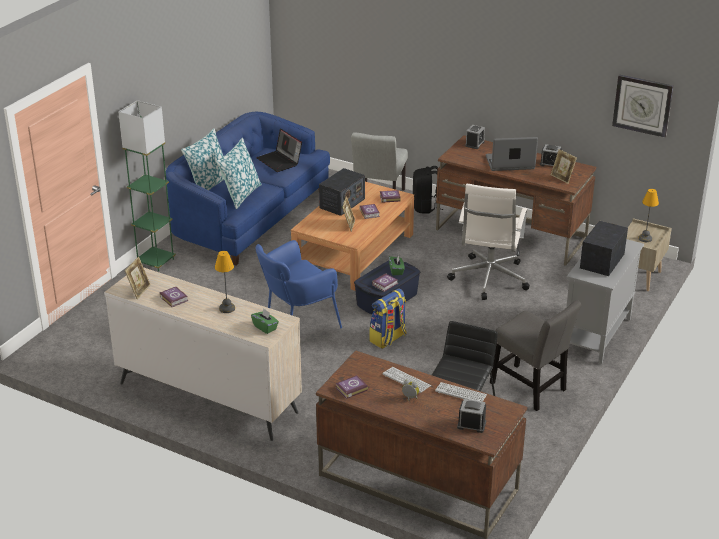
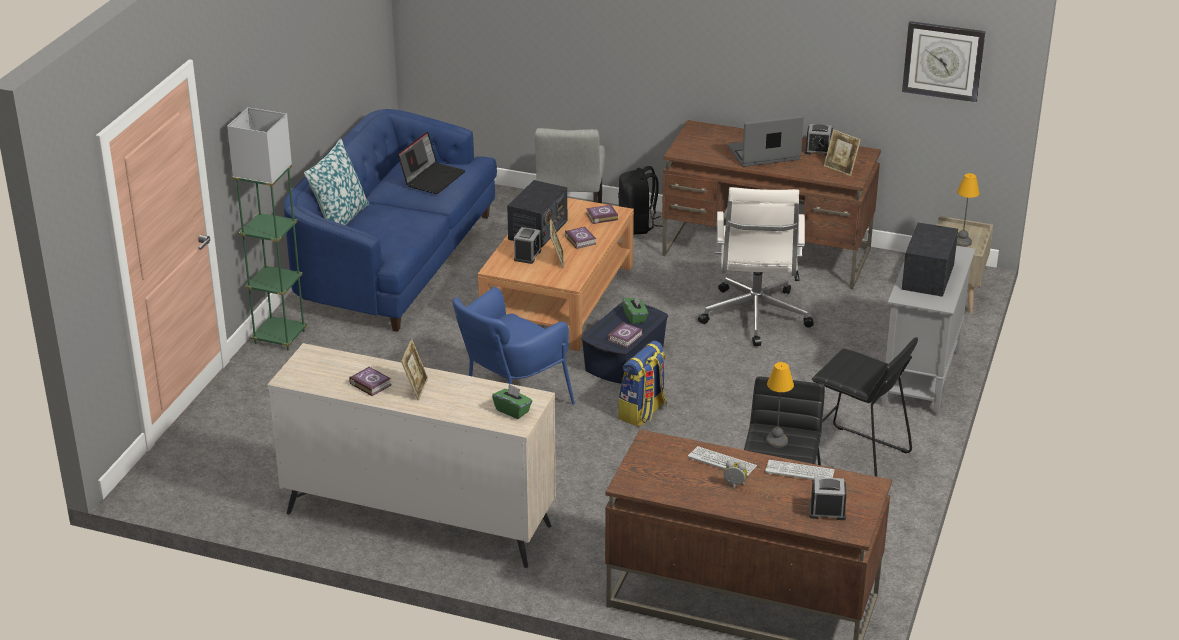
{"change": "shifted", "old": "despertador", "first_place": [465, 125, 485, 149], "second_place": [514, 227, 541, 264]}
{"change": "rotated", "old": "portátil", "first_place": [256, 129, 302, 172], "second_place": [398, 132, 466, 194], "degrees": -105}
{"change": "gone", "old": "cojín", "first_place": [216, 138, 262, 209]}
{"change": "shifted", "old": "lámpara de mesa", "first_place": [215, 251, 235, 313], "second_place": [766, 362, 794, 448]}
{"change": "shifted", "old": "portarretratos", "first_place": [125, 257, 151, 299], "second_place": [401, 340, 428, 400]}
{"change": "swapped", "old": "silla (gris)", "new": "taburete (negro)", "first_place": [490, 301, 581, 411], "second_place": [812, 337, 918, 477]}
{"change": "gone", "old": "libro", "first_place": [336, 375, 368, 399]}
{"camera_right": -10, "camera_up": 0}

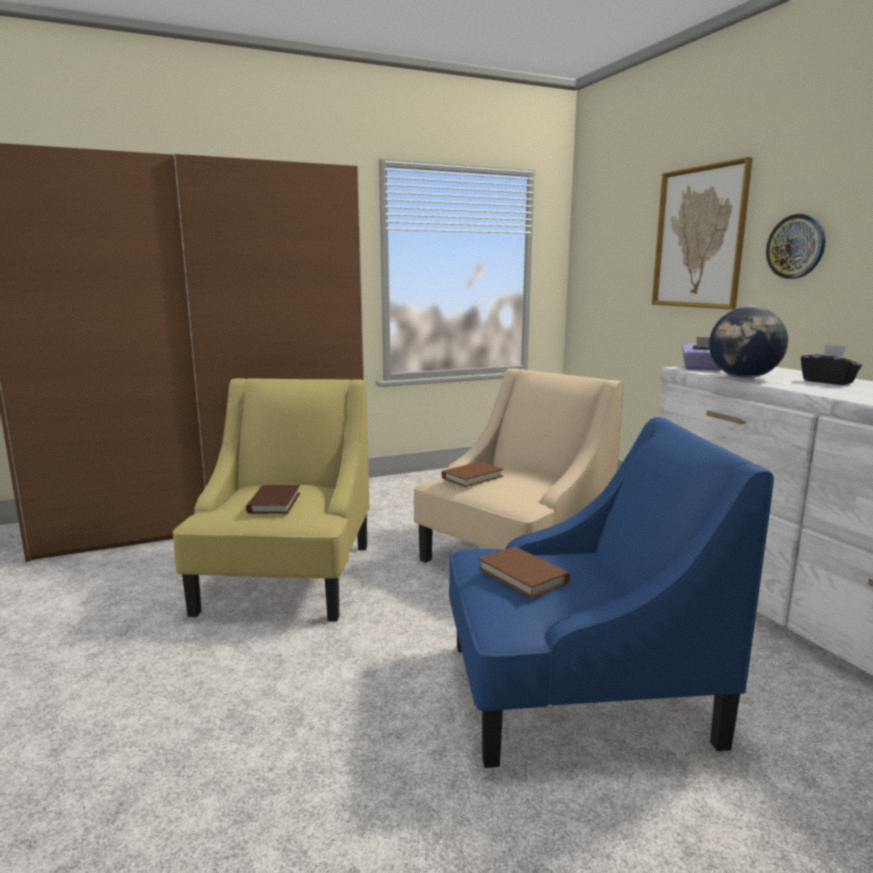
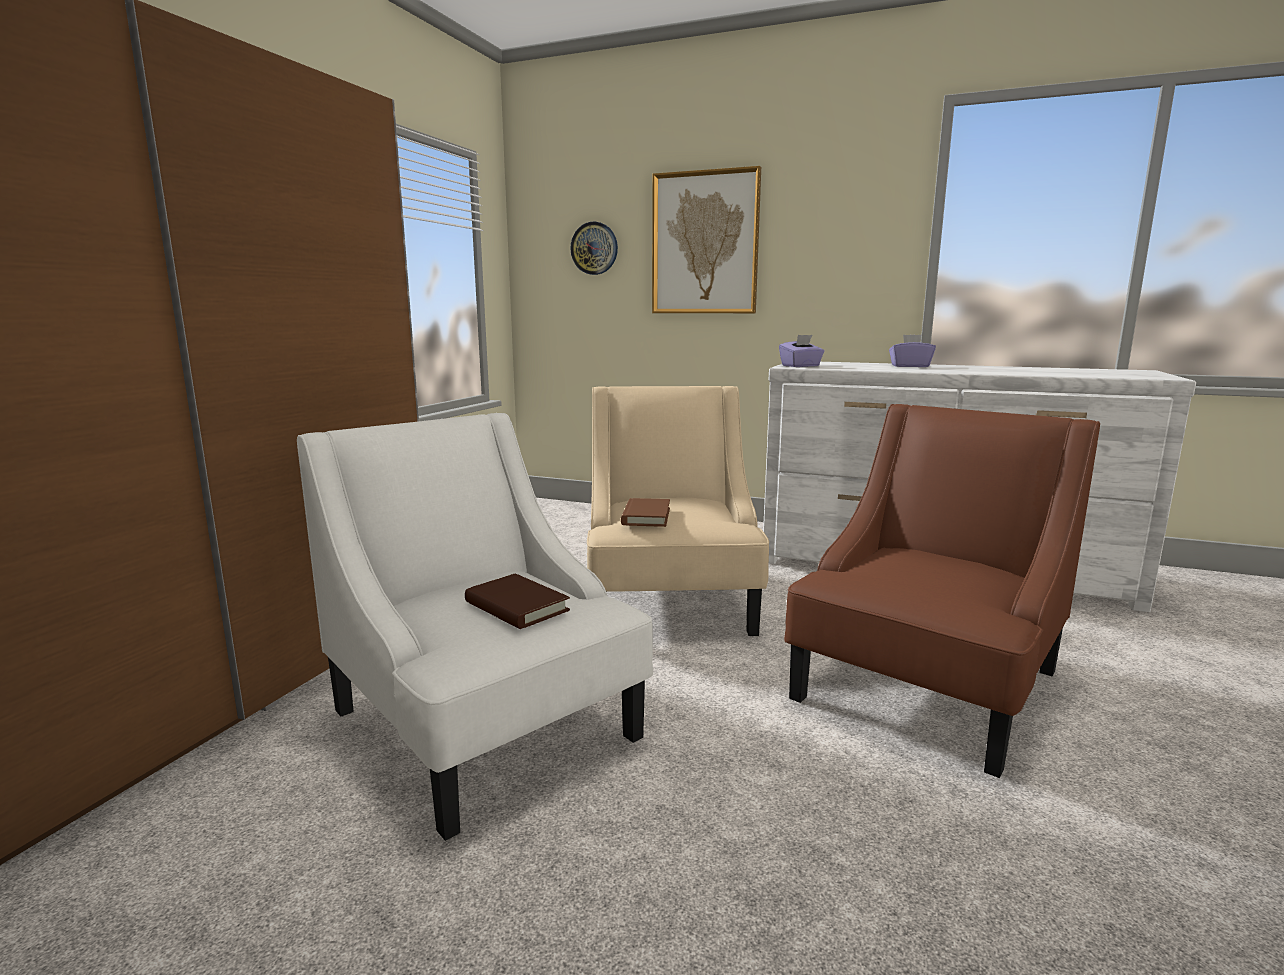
{"change": "shifted", "old": "reloj de pared", "first_place": [766, 214, 826, 279], "second_place": [570, 222, 618, 275]}
{"change": "gone", "old": "globo terráqueo", "first_place": [709, 306, 788, 378]}
{"change": "repainted", "old": "caja de pañuelos (negro)", "new": "caja de pañuelos (morado)", "first_place": [801, 345, 862, 385], "second_place": [889, 335, 936, 367]}
{"change": "repainted", "old": "sillón (amarillo)", "new": "sillón (blanco)", "first_place": [173, 378, 370, 621], "second_place": [297, 413, 653, 841]}
{"change": "repainted", "old": "sillón (azul)", "new": "sillón (marrón)", "first_place": [449, 417, 774, 768], "second_place": [784, 404, 1100, 778]}
{"change": "gone", "old": "libro (marrón)", "first_place": [478, 547, 570, 599]}
{"camera_right": -45, "camera_up": 0}

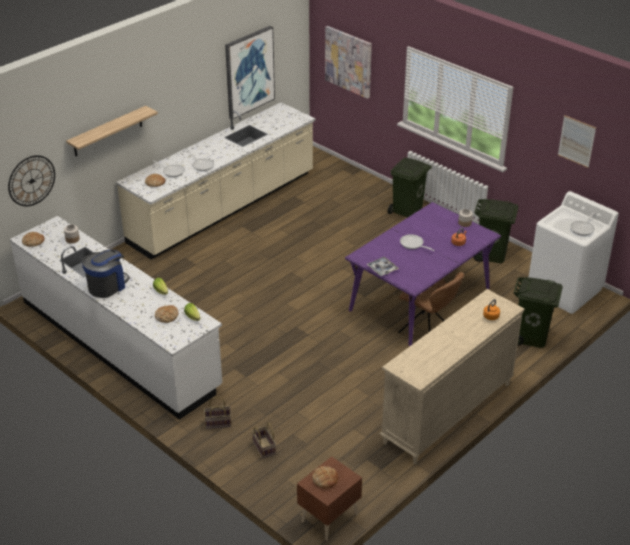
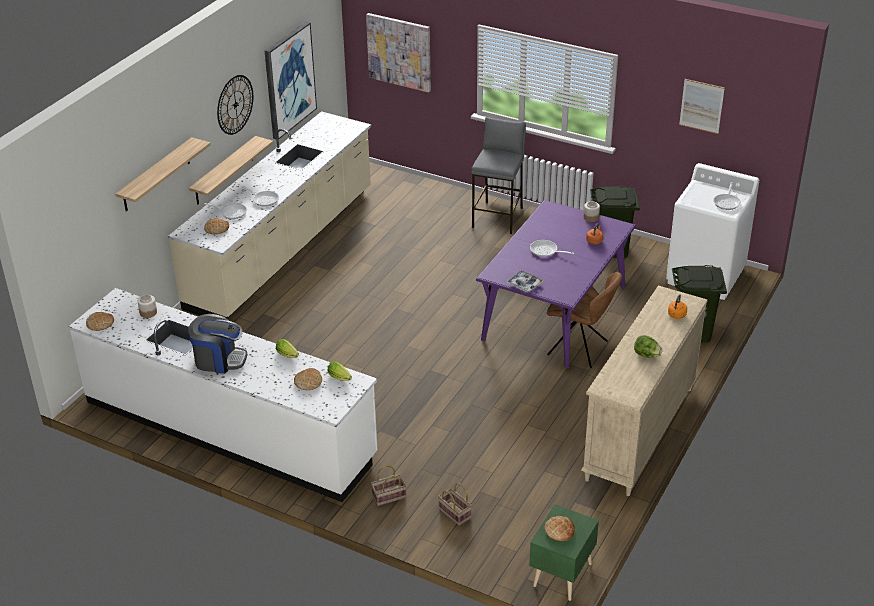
{"change": "shifted", "old": "reloj de pared", "first_place": [8, 155, 55, 206], "second_place": [217, 75, 253, 135]}
{"change": "swapped", "old": "papelera (verde)", "new": "taburete (gris)", "first_place": [388, 157, 432, 217], "second_place": [471, 117, 526, 234]}
{"change": "rotated", "old": "cafetera", "first_place": [82, 250, 129, 298], "second_place": [188, 314, 247, 374], "degrees": 75}
{"change": "repainted", "old": "mesita de noche (marrón)", "new": "mesita de noche (verde)", "first_place": [297, 456, 362, 541], "second_place": [529, 504, 599, 601]}
{"change": "new", "new": "estante", "second_place": [189, 136, 273, 204]}
{"change": "new", "new": "lechuga", "second_place": [634, 336, 662, 358]}
{"camera_right": -15, "camera_up": 0}

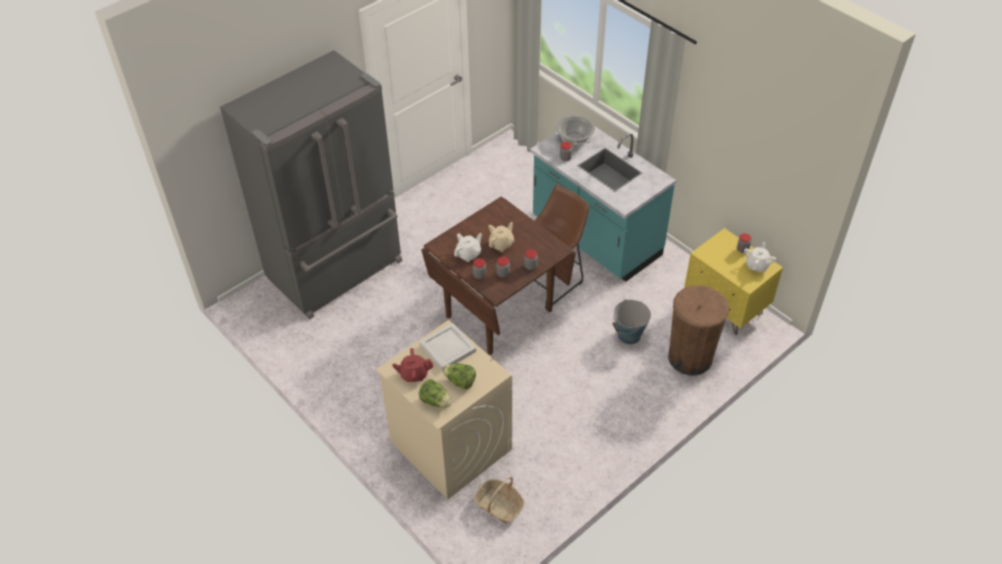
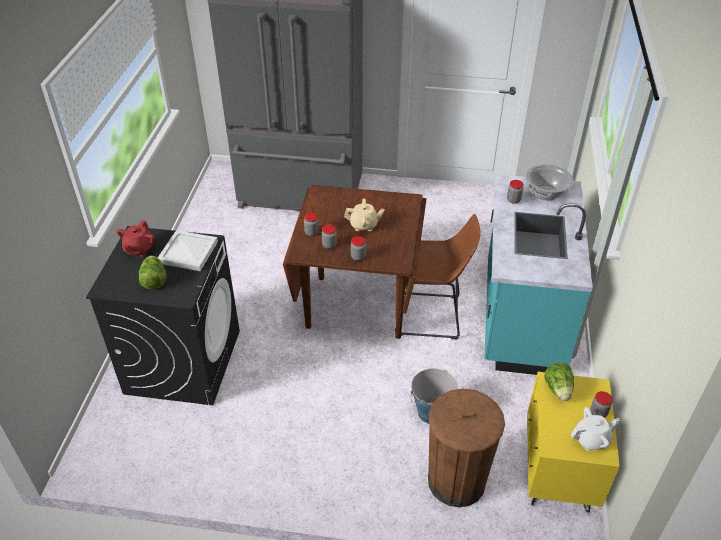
{"change": "gone", "old": "tetera (blanco)", "first_place": [454, 233, 482, 262]}
{"change": "repainted", "old": "lavadora (beis)", "new": "lavadora (negro)", "first_place": [376, 320, 512, 500], "second_place": [86, 226, 240, 405]}
{"change": "rotated", "old": "tetera (rojo)", "first_place": [392, 348, 433, 382], "second_place": [116, 220, 154, 257], "degrees": -120}
{"change": "shifted", "old": "lechuga", "first_place": [419, 379, 451, 408], "second_place": [544, 362, 574, 401]}
{"change": "gone", "old": "cesta", "first_place": [474, 476, 524, 523]}
{"camera_right": 50, "camera_up": -5}

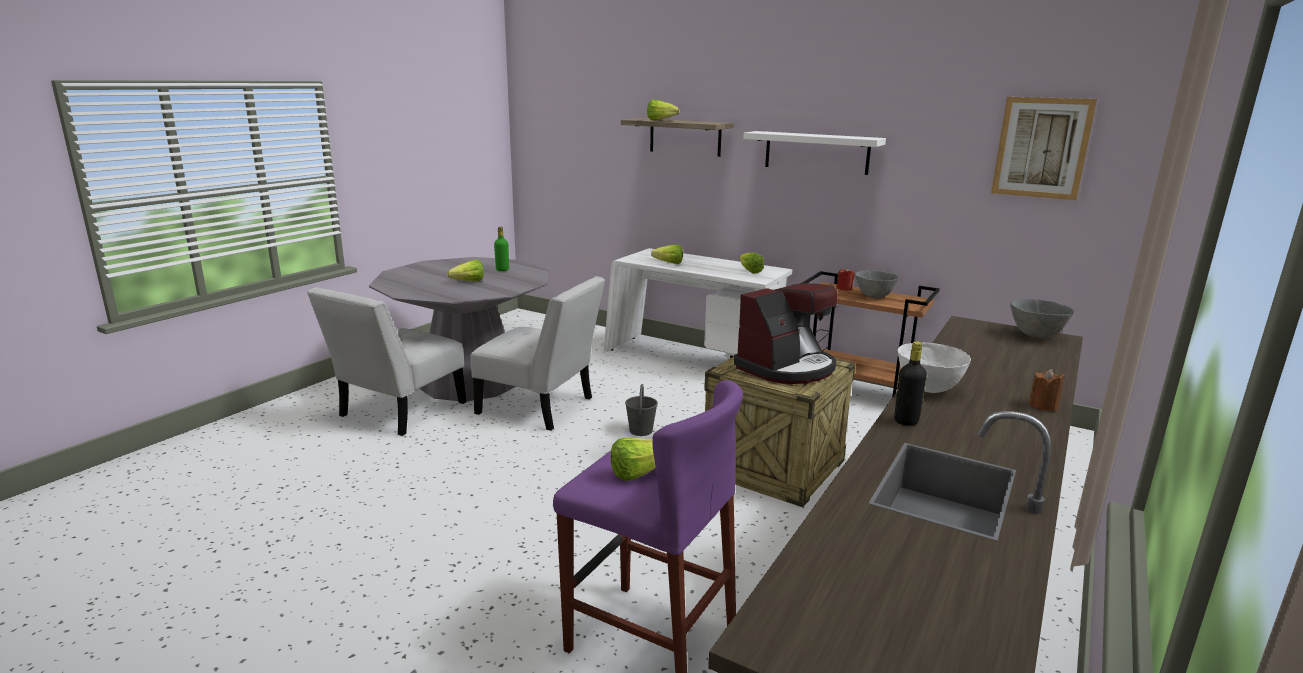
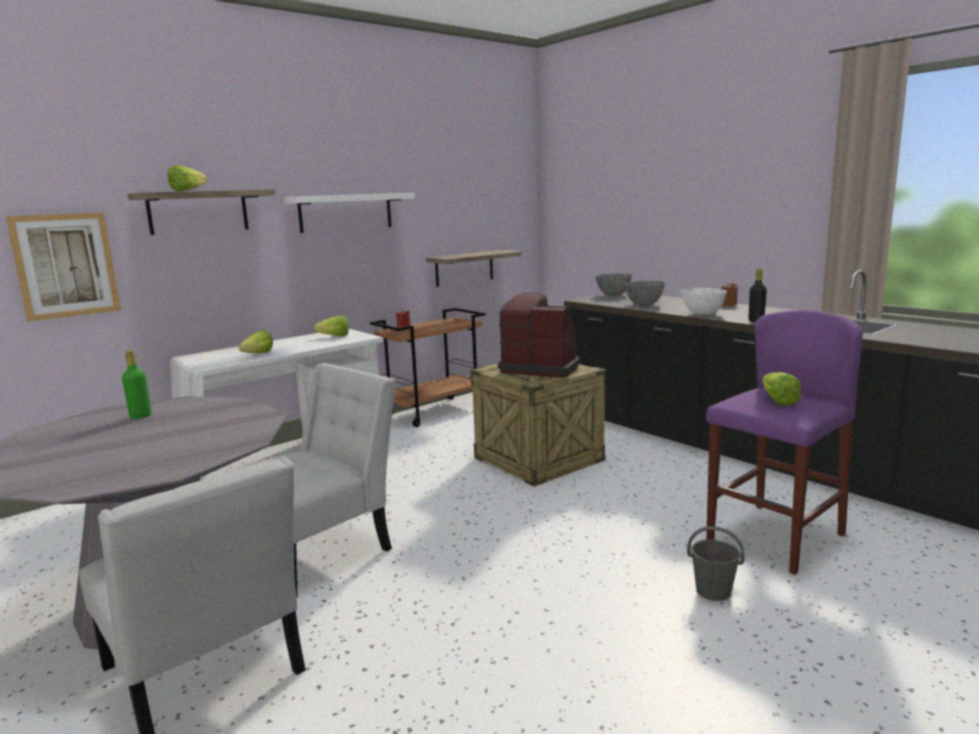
{"change": "shifted", "old": "cuadro", "first_place": [991, 97, 1097, 200], "second_place": [6, 213, 121, 322]}
{"change": "gone", "old": "lechuga", "first_place": [447, 260, 484, 281]}
{"change": "shifted", "old": "cuenco (gris)", "first_place": [855, 270, 899, 298], "second_place": [624, 281, 665, 306]}
{"change": "rotated", "old": "cafetera", "first_place": [734, 283, 838, 384], "second_place": [498, 293, 579, 378], "degrees": -45}
{"change": "shifted", "old": "cubo (gris)", "first_place": [625, 384, 658, 436], "second_place": [687, 526, 745, 601]}
{"change": "new", "new": "estante", "second_place": [426, 250, 522, 287]}
{"camera_right": -70, "camera_up": -5}

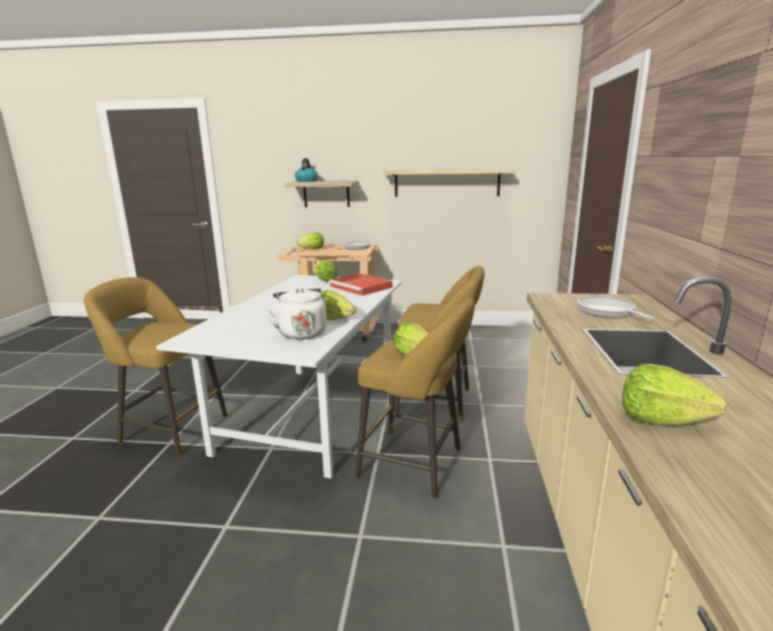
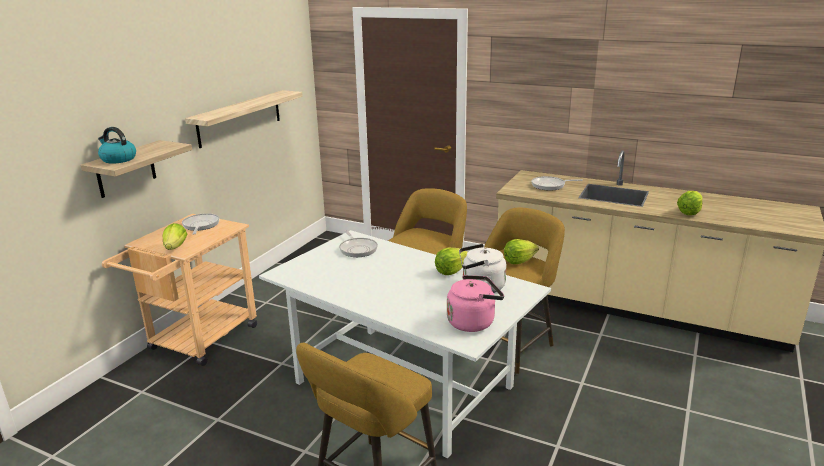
{"change": "gone", "old": "lechuga", "first_place": [314, 259, 338, 282]}
{"change": "swapped", "old": "bandeja (rojo)", "new": "sartén", "first_place": [329, 273, 392, 296], "second_place": [339, 230, 378, 257]}
{"change": "new", "new": "hervidor (rosa)", "second_place": [447, 275, 504, 332]}
{"camera_right": -70, "camera_up": 5}

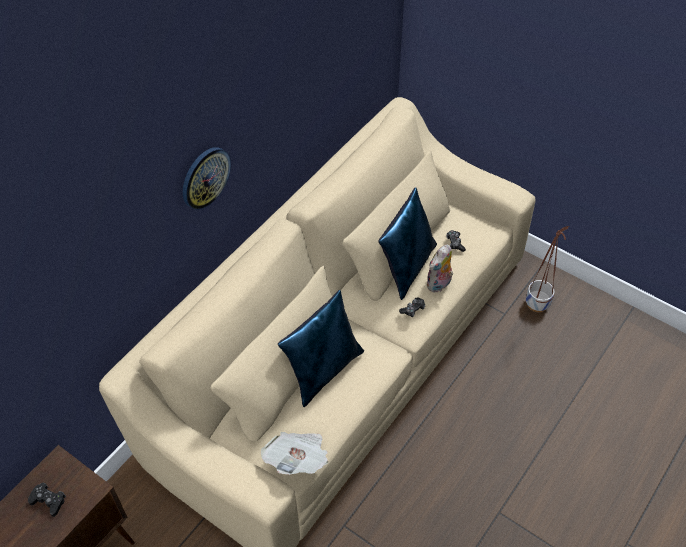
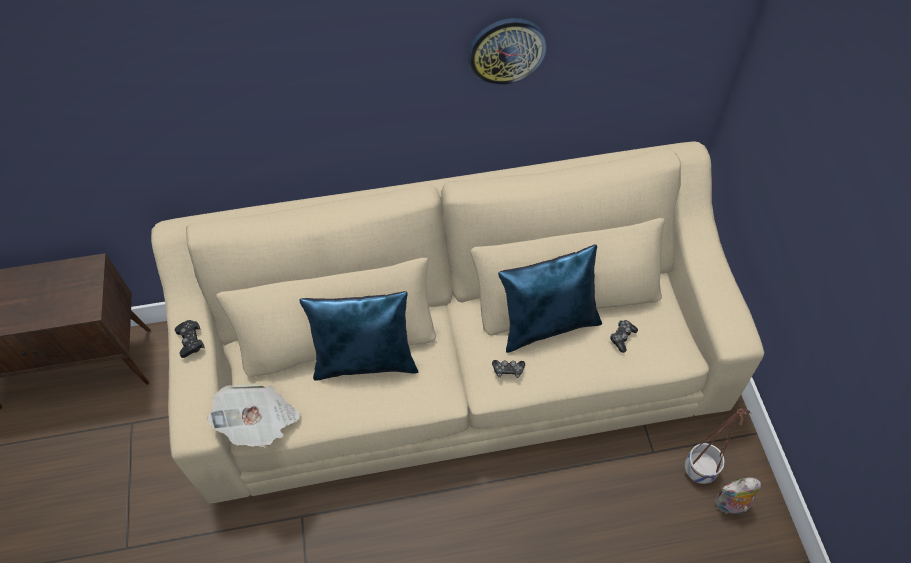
{"change": "shifted", "old": "reloj de pared", "first_place": [183, 147, 231, 210], "second_place": [468, 18, 547, 85]}
{"change": "shifted", "old": "peluche", "first_place": [427, 245, 453, 293], "second_place": [715, 477, 761, 514]}
{"change": "shifted", "old": "mando de consola (negro)", "first_place": [28, 482, 66, 517], "second_place": [175, 320, 205, 358]}
{"camera_right": 45, "camera_up": 5}

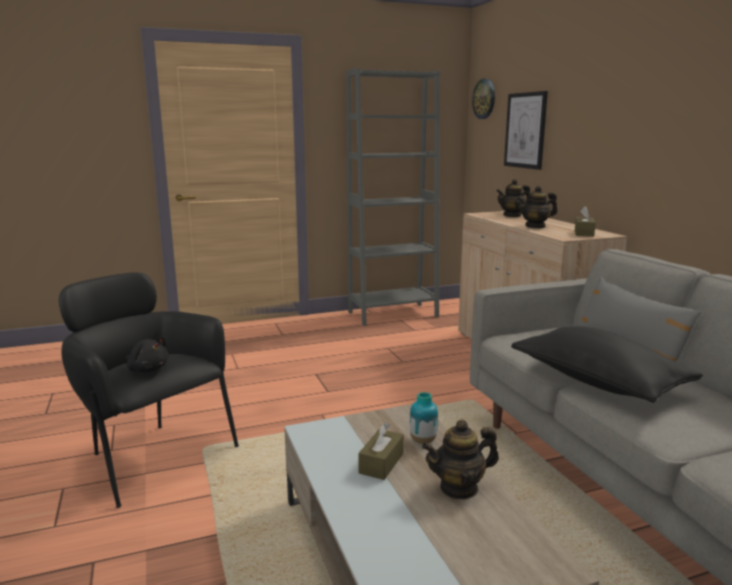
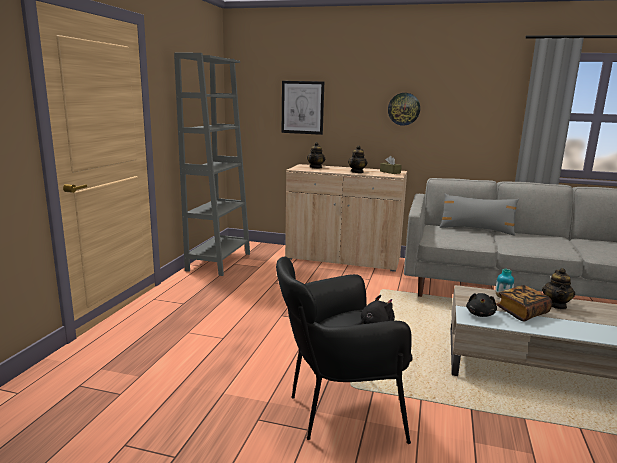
{"change": "shifted", "old": "reloj de pared", "first_place": [472, 79, 495, 119], "second_place": [388, 93, 420, 126]}
{"change": "gone", "old": "cojín (negro)", "first_place": [511, 326, 703, 403]}
{"change": "swapped", "old": "caja de pañuelos (marrón)", "new": "libro", "first_place": [358, 423, 404, 480], "second_place": [496, 285, 552, 321]}
{"change": "new", "new": "peluche (negro)", "second_place": [466, 293, 497, 317]}
{"camera_right": -55, "camera_up": 0}

